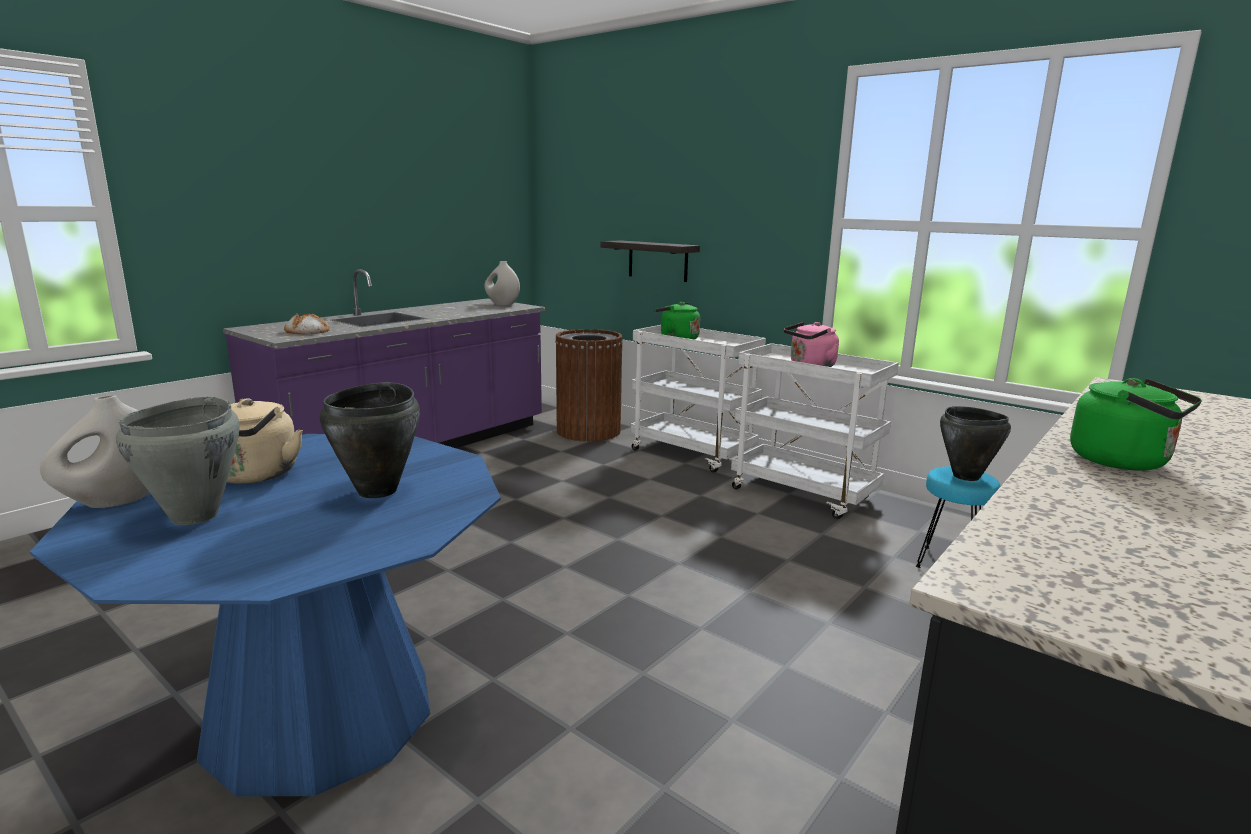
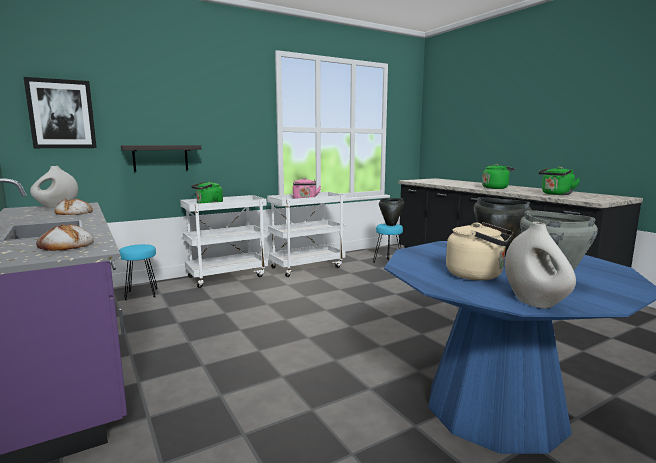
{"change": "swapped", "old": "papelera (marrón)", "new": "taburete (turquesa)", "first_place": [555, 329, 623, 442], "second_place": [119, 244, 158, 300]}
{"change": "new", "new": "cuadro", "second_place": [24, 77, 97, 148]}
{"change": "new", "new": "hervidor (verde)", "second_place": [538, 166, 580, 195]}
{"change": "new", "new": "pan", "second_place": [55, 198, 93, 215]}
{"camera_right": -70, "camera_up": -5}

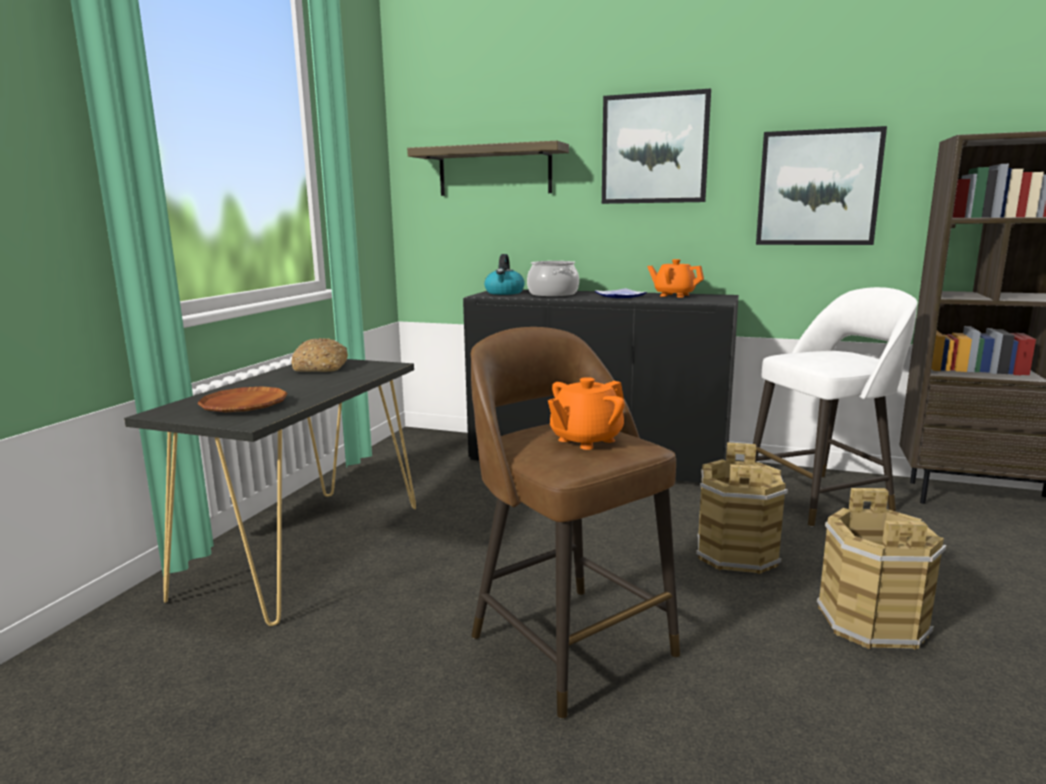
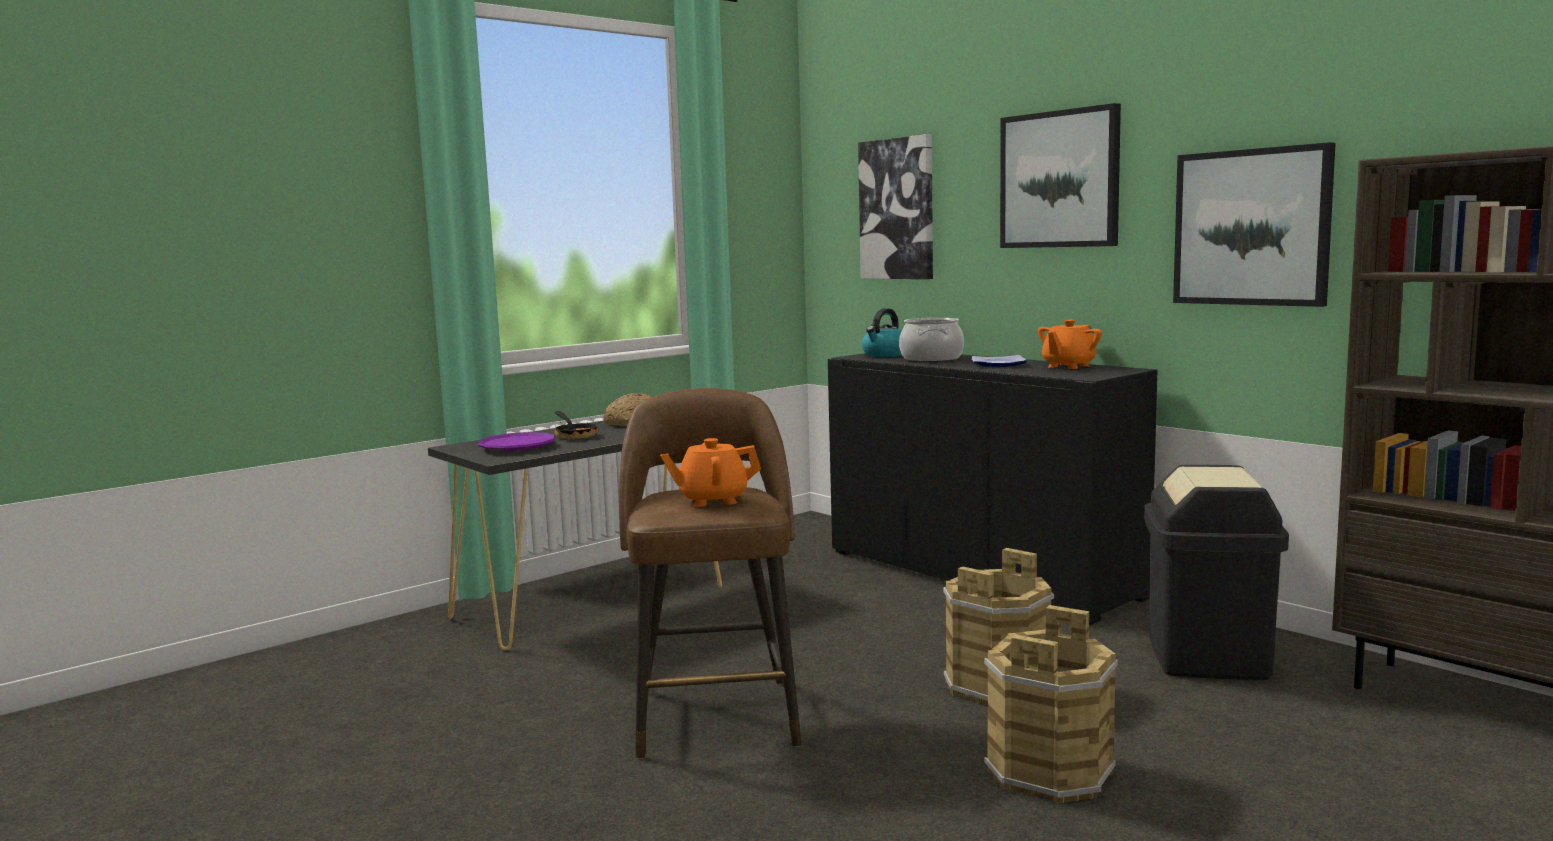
{"change": "swapped", "old": "estante", "new": "cuadro", "first_place": [407, 141, 569, 196], "second_place": [858, 134, 933, 279]}
{"change": "rotated", "old": "tetera (naranja)", "first_place": [647, 259, 704, 297], "second_place": [1038, 320, 1102, 369], "degrees": -105}
{"change": "swapped", "old": "taburete (blanco)", "new": "papelera (negro)", "first_place": [753, 287, 917, 527], "second_place": [1144, 465, 1289, 680]}
{"change": "repainted", "old": "plato (marrón)", "new": "plato (morado)", "first_place": [197, 386, 288, 412], "second_place": [478, 432, 556, 451]}
{"change": "new", "new": "sartén", "second_place": [553, 411, 599, 439]}
{"camera_right": 30, "camera_up": -5}

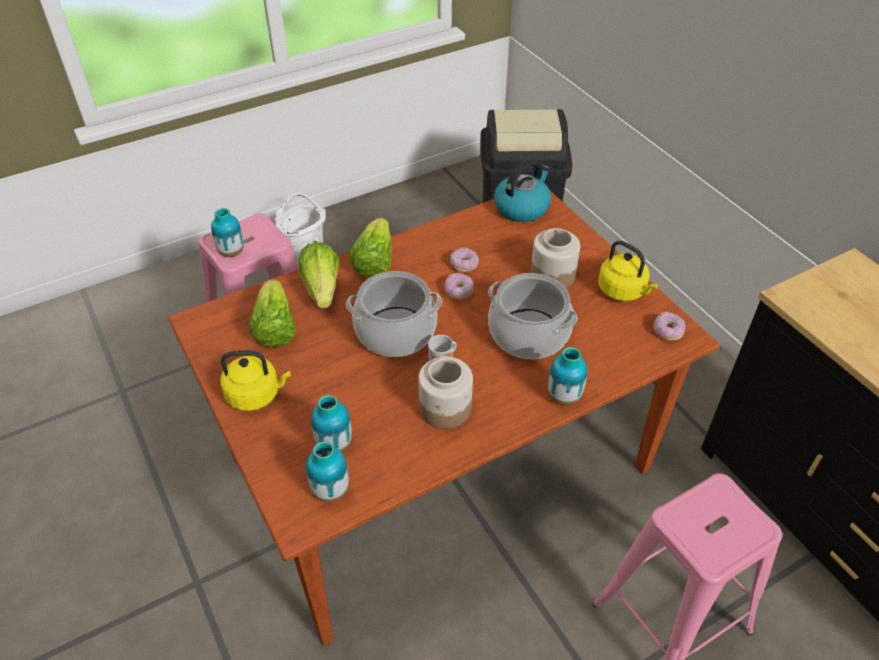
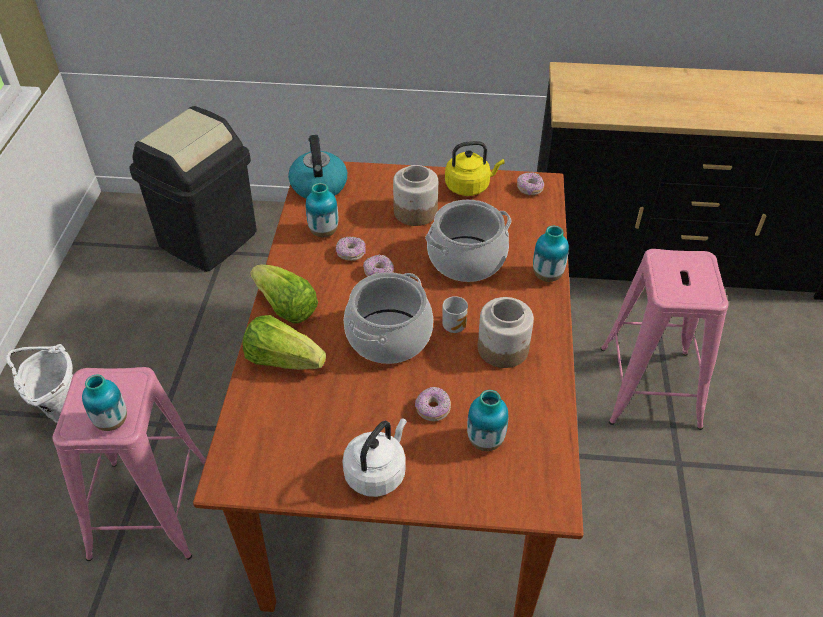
{"change": "gone", "old": "lechuga", "first_place": [249, 280, 296, 347]}
{"change": "repainted", "old": "hervidor (amarillo)", "new": "hervidor (blanco)", "first_place": [220, 350, 291, 411], "second_place": [342, 418, 407, 497]}
{"change": "shifted", "old": "florero", "first_place": [306, 441, 349, 502], "second_place": [306, 183, 338, 237]}
{"change": "new", "new": "rosquilla", "second_place": [415, 387, 451, 421]}
{"camera_right": -55, "camera_up": 0}

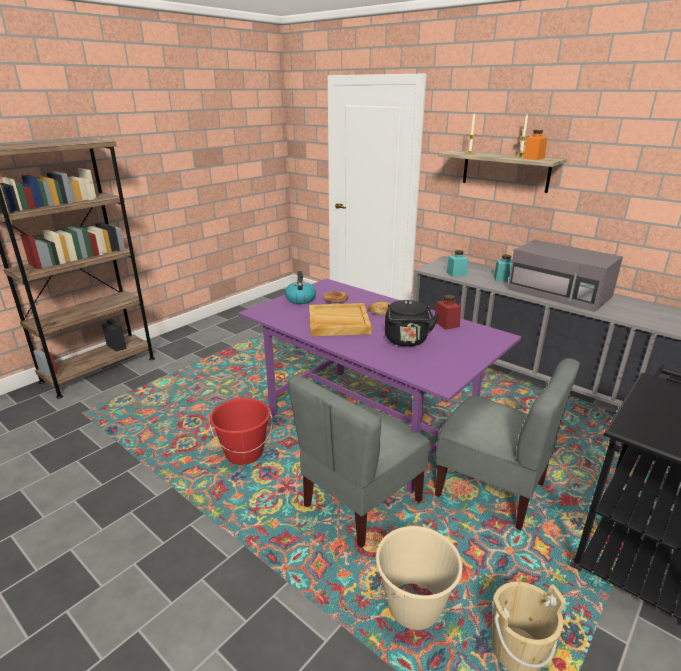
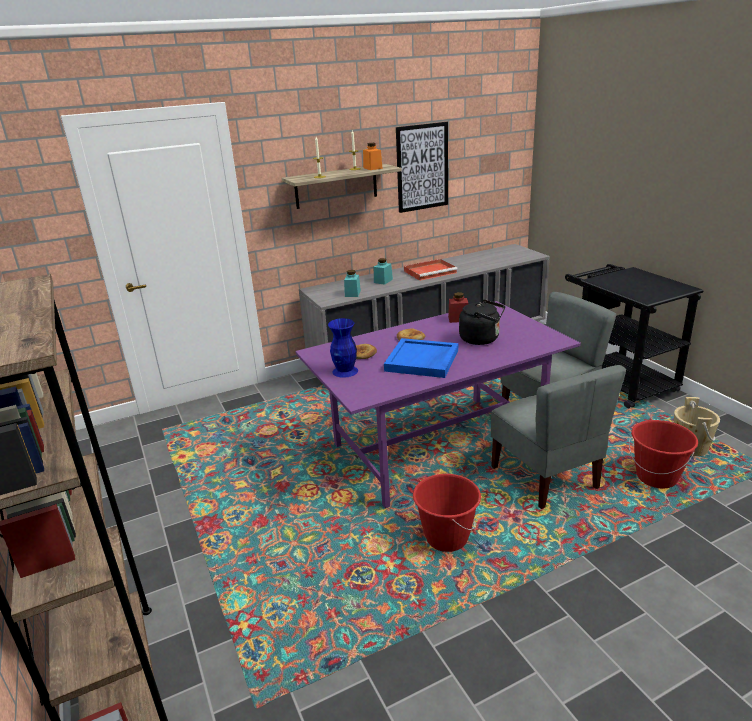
{"change": "swapped", "old": "microondas (gris)", "new": "bandeja (rojo)", "first_place": [508, 240, 623, 312], "second_place": [404, 259, 458, 281]}
{"change": "swapped", "old": "hervidor", "new": "florero (azul)", "first_place": [285, 271, 316, 304], "second_place": [328, 318, 358, 378]}
{"change": "repainted", "old": "bandeja (beis)", "new": "bandeja (azul)", "first_place": [309, 303, 371, 336], "second_place": [384, 338, 458, 378]}
{"change": "repainted", "old": "cubo (beis)", "new": "cubo (rojo)", "first_place": [376, 526, 462, 630], "second_place": [629, 420, 698, 488]}
{"change": "new", "new": "cuadro", "second_place": [396, 122, 448, 213]}
{"camera_right": -65, "camera_up": 0}

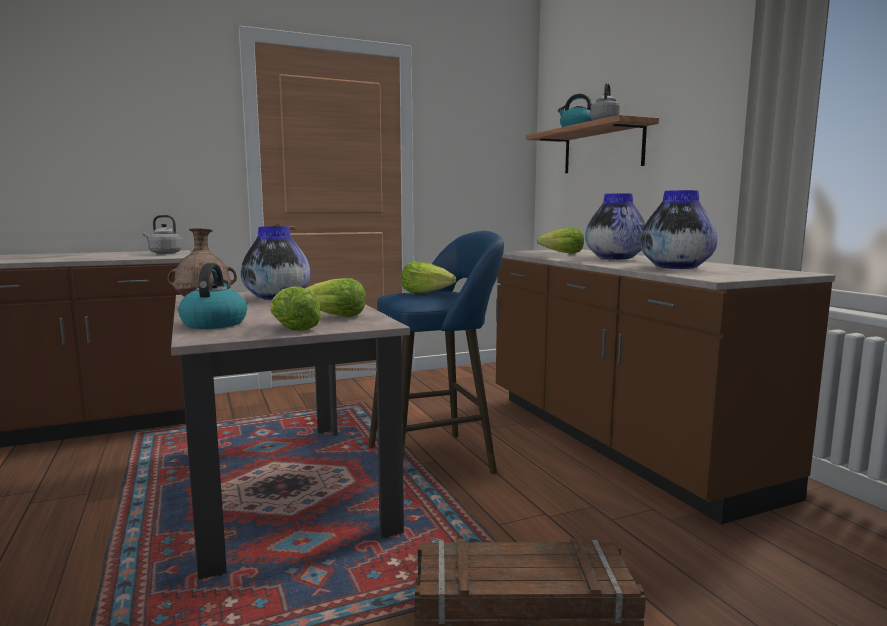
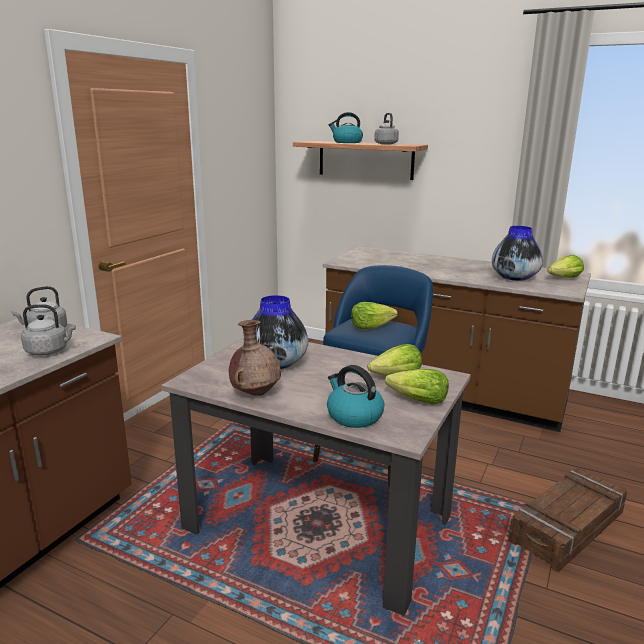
{"change": "gone", "old": "florero", "first_place": [585, 194, 646, 259]}
{"change": "shifted", "old": "lechuga", "first_place": [537, 227, 584, 254], "second_place": [547, 255, 584, 278]}
{"change": "new", "new": "hervidor (gris)", "second_place": [21, 304, 76, 356]}
{"camera_right": -40, "camera_up": 10}

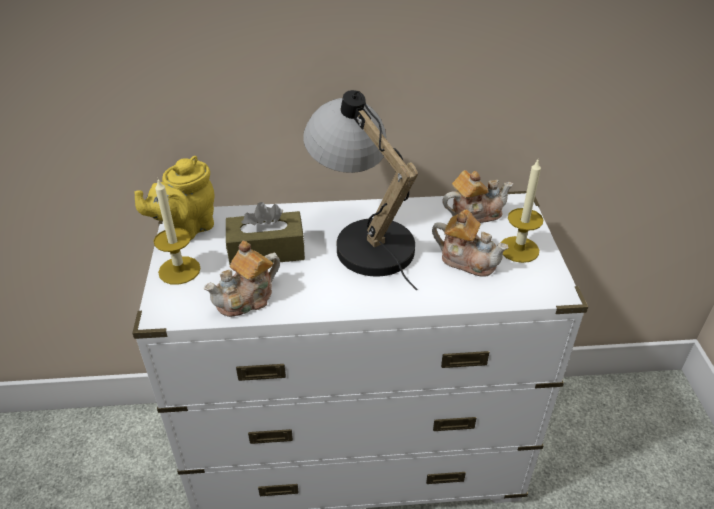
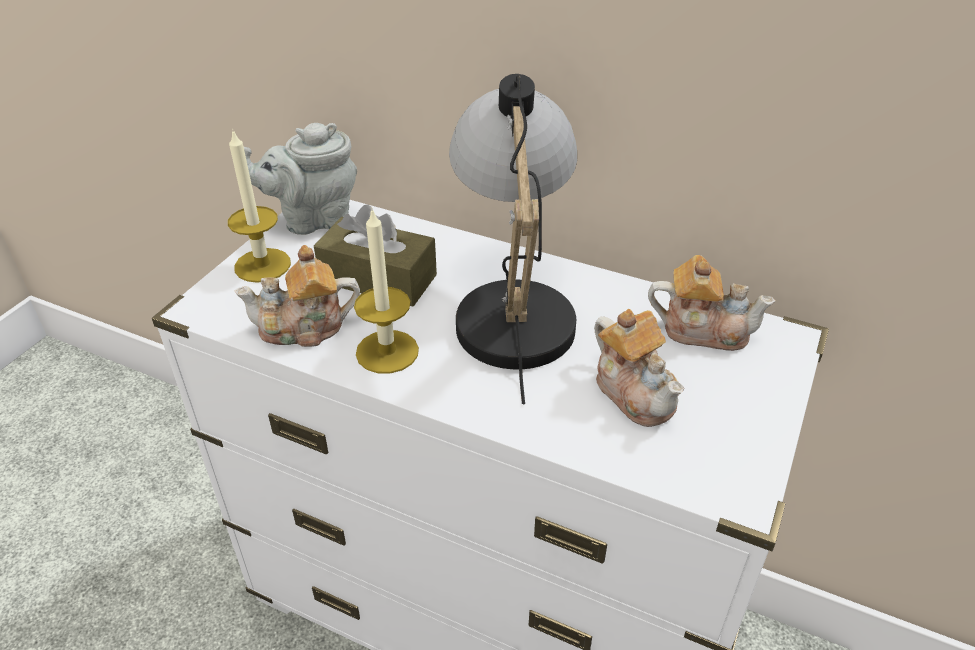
{"change": "repainted", "old": "tetera (amarillo)", "new": "tetera (gris)", "first_place": [134, 156, 214, 241], "second_place": [244, 123, 357, 235]}
{"change": "shifted", "old": "vela", "first_place": [501, 160, 544, 263], "second_place": [354, 207, 419, 374]}
{"camera_right": 30, "camera_up": 0}

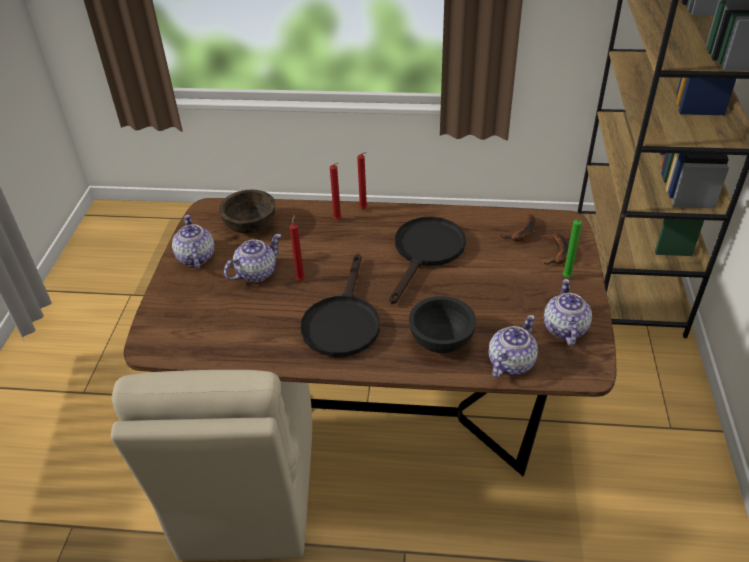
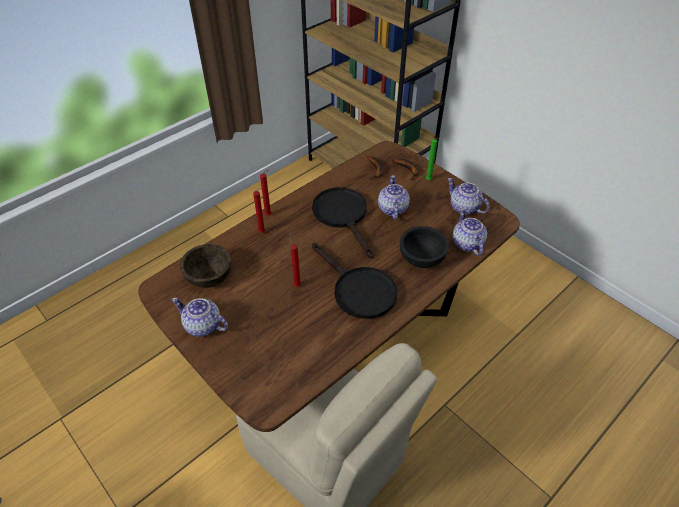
{"change": "shifted", "old": "tetera", "first_place": [224, 234, 281, 282], "second_place": [378, 175, 410, 219]}
{"camera_right": -50, "camera_up": 5}

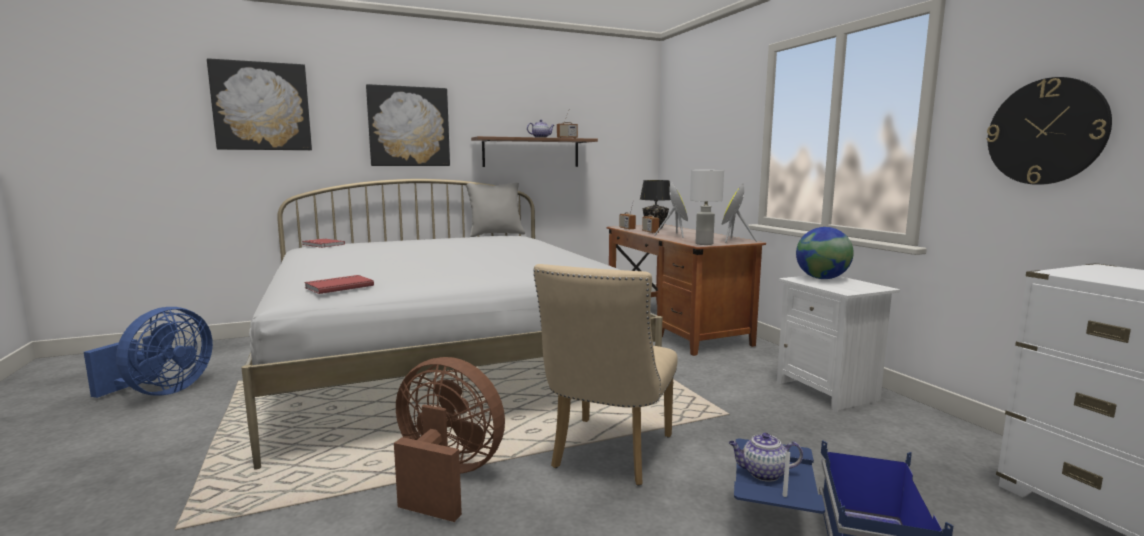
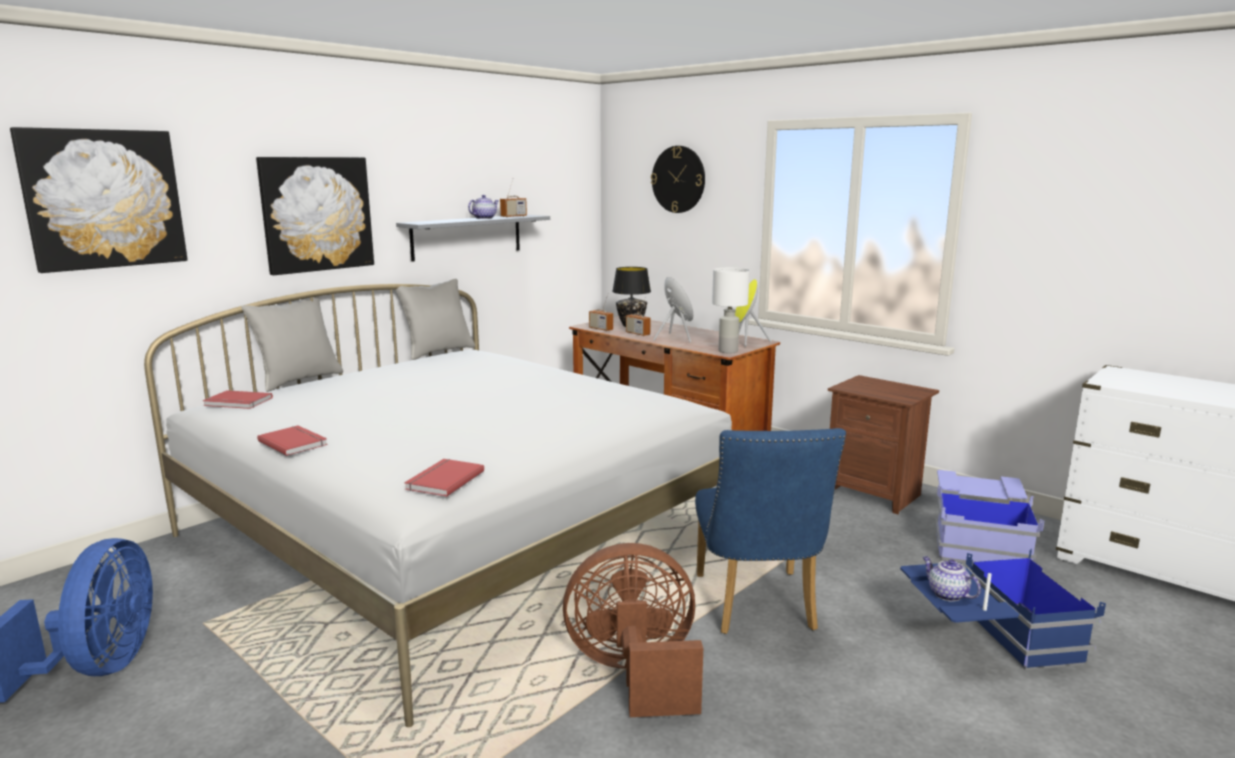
{"change": "shifted", "old": "reloj de pared", "first_place": [986, 77, 1112, 185], "second_place": [651, 146, 705, 213]}
{"change": "repainted", "old": "estante (marrón)", "new": "estante (gris)", "first_place": [471, 136, 598, 167], "second_place": [396, 215, 550, 262]}
{"change": "gone", "old": "globo terráqueo", "first_place": [796, 227, 854, 279]}
{"change": "repainted", "old": "silla (beis)", "new": "silla (azul)", "first_place": [534, 264, 678, 486], "second_place": [695, 428, 846, 634]}
{"change": "repainted", "old": "mesita de noche (blanco)", "new": "mesita de noche (marrón)", "first_place": [777, 275, 900, 412], "second_place": [828, 375, 939, 514]}
{"change": "rotated", "old": "tetera", "first_place": [729, 433, 803, 482], "second_place": [922, 556, 981, 602], "degrees": 75}
{"change": "new", "new": "cojín (gris)", "second_place": [241, 296, 343, 392]}
{"change": "new", "new": "libro (rojo)", "second_place": [257, 425, 328, 456]}
{"change": "new", "new": "caja de almacenaje (azul)", "second_place": [935, 470, 1044, 564]}
{"camera_right": -25, "camera_up": 5}

